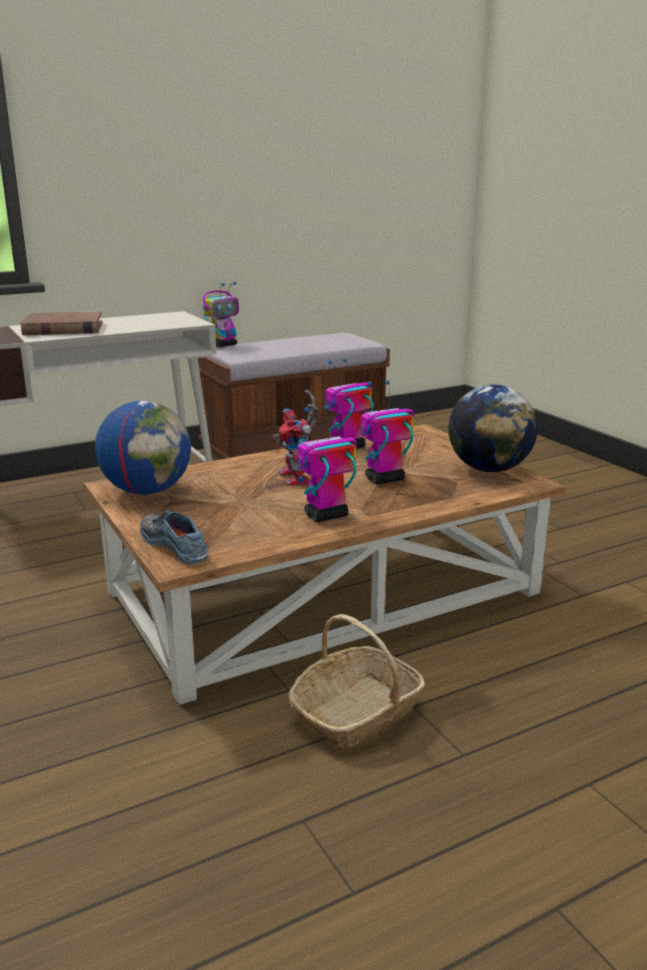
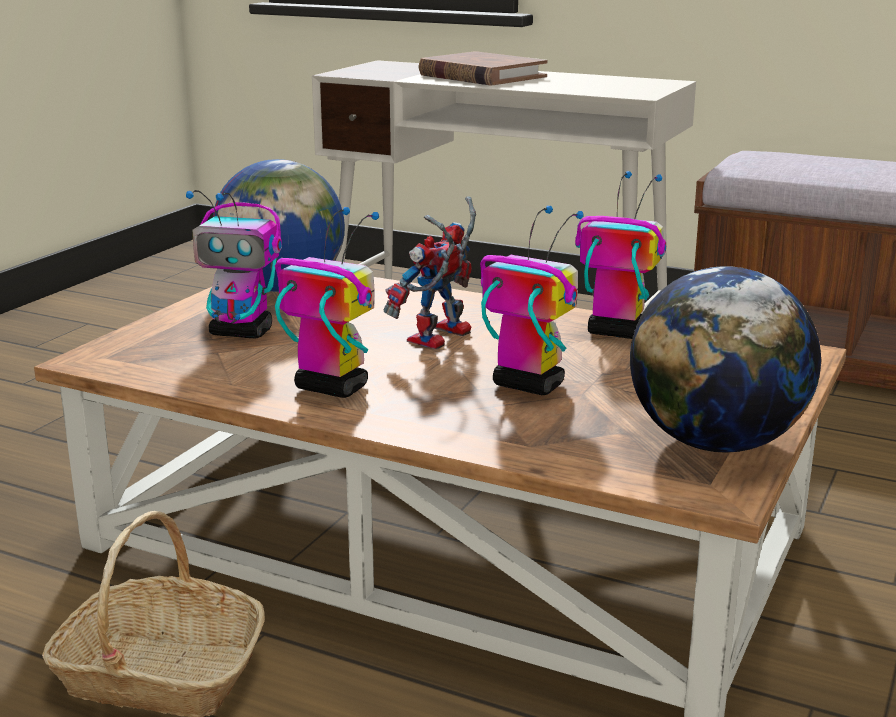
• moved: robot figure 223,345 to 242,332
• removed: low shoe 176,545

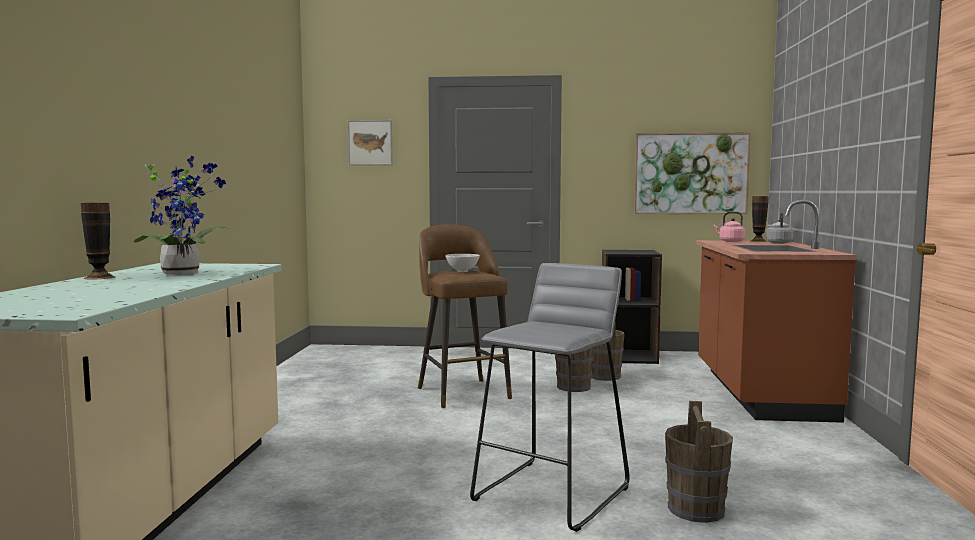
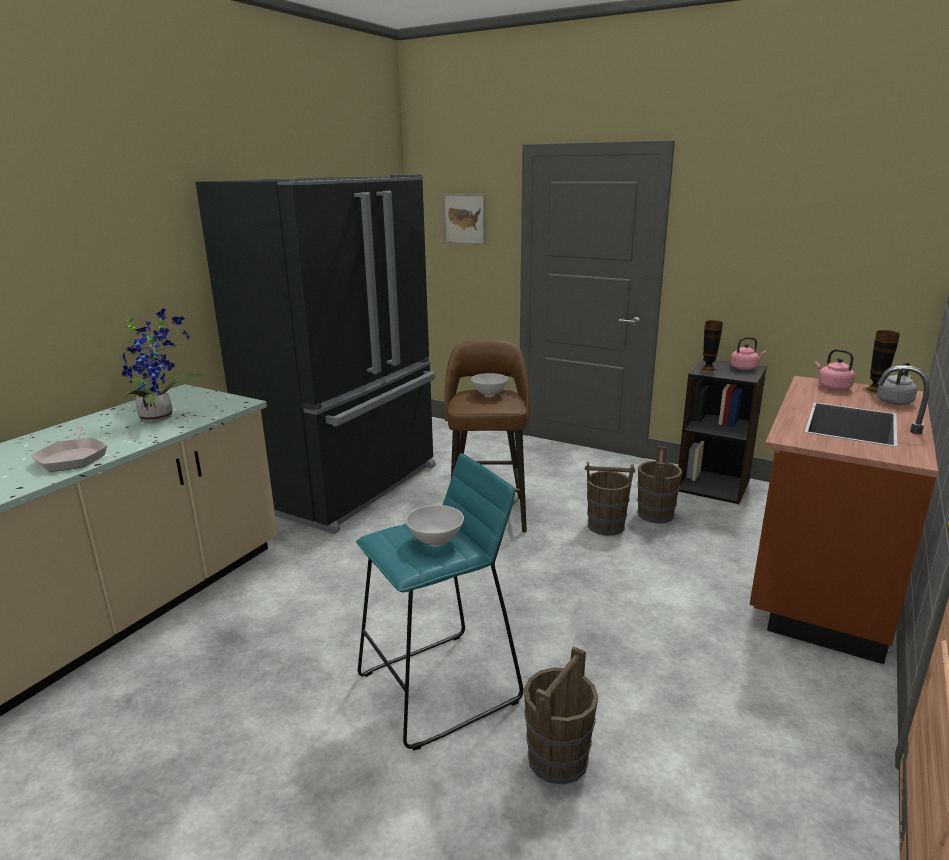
• added: skillet 73,457
• added: black fridge 350,486
• recoloured: greyish sitting stool 552,493 to turquoise sitting stool 440,687
• added: white serving bowl 436,542
• moved: decorative vase 99,277 to 708,369
• added: pink tea kettle 745,368
• removed: picture 690,173

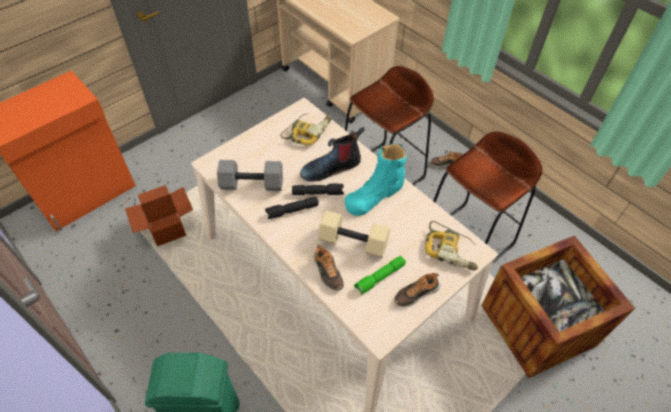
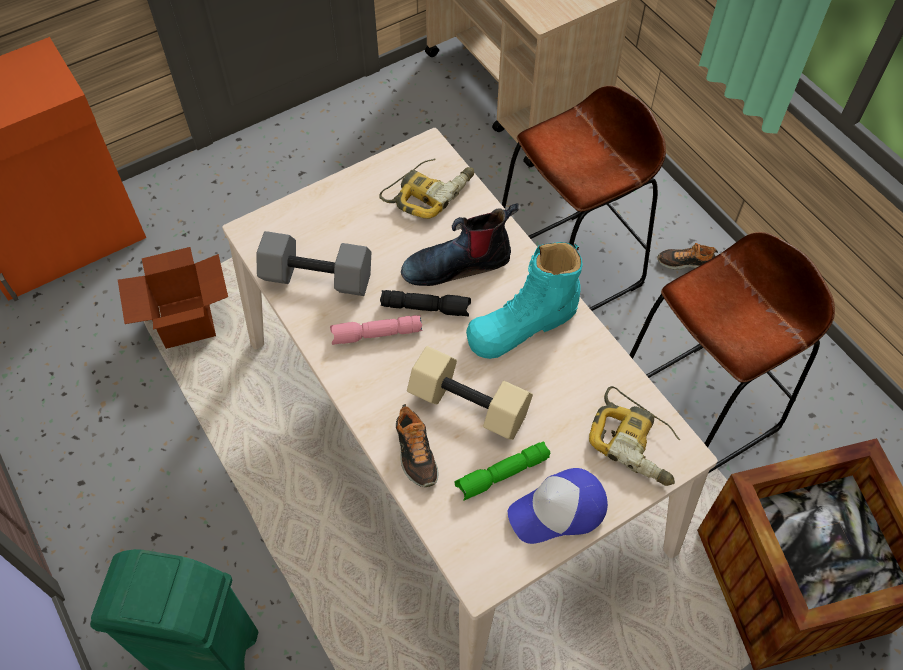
• recoloured: black hand torch 292,211 to pink hand torch 376,335
• replaced: low shoe 416,293 to baseball cap 558,511

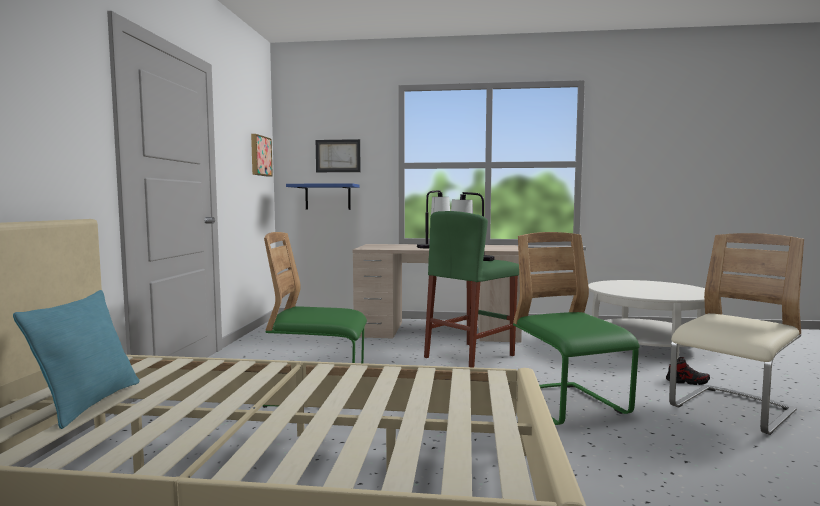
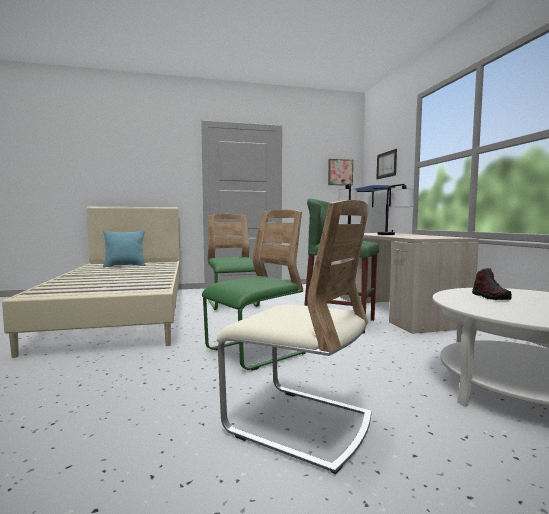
• moved: low shoe 687,382 to 490,297

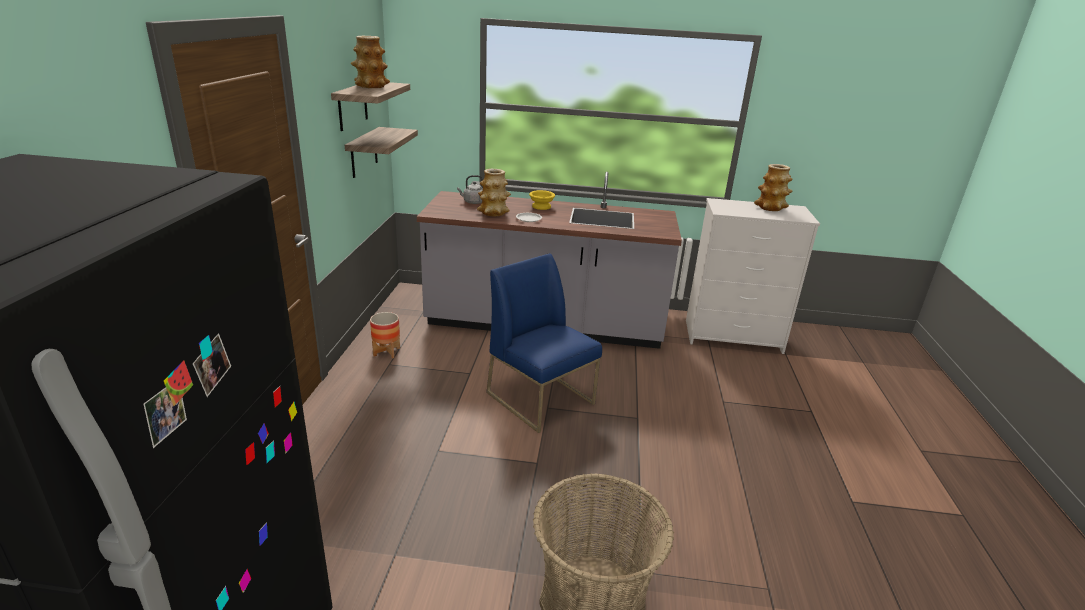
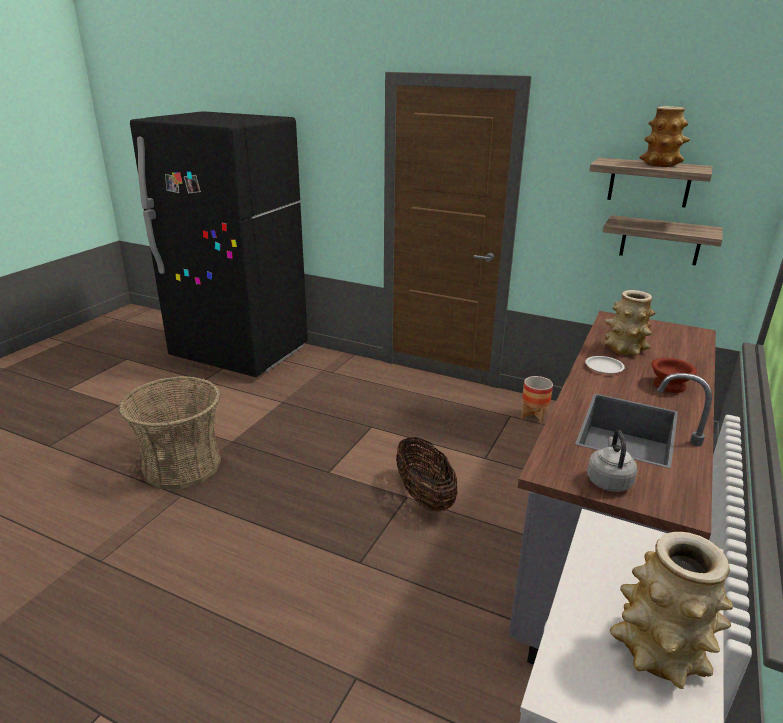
• replaced: bluish plain chair 541,398 to household basket 424,496
• moved: greyish tea kettle 473,202 to 608,480
• recoloured: yellow-coloured serving bowl 541,206 to brown-coloured serving bowl 670,386

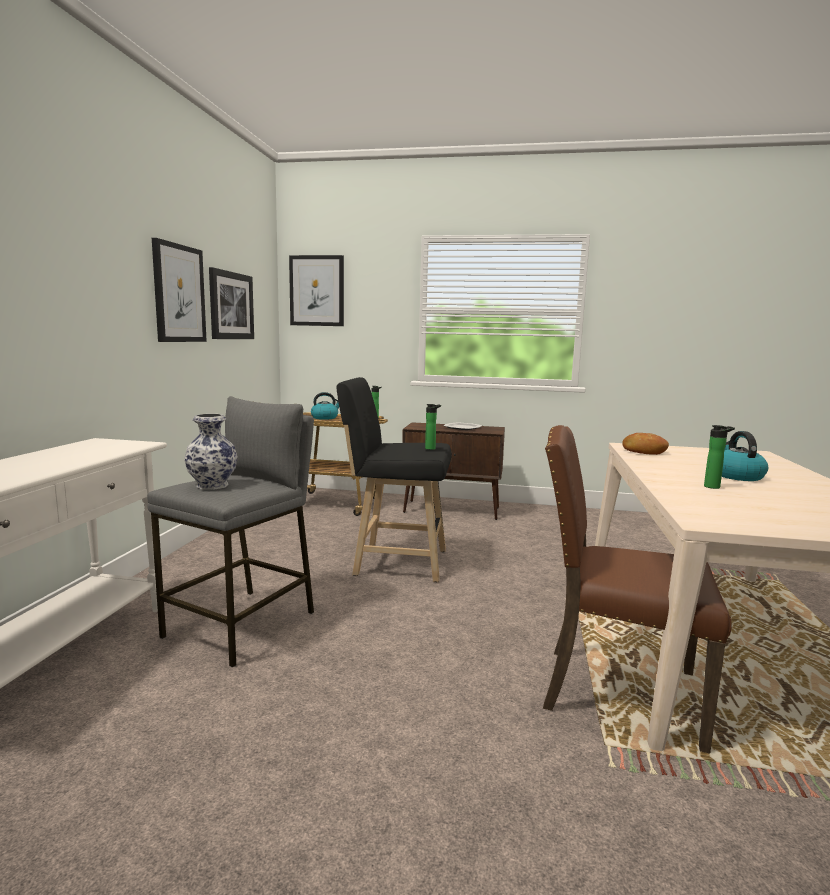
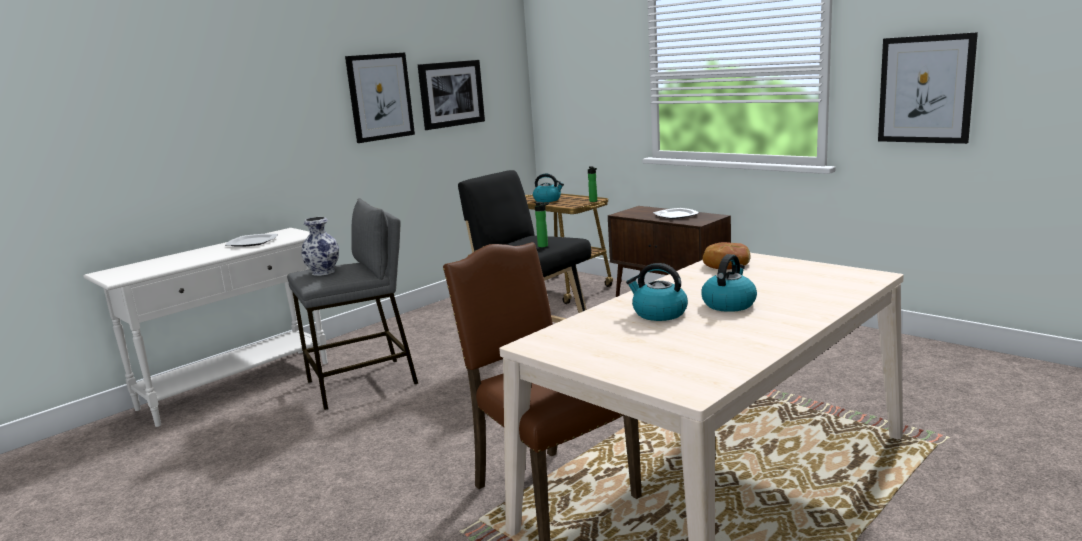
• added: flat dish 251,242
• replaced: drink bottle 714,487 to tea kettle 658,313
• moved: picture 317,291 to 925,89

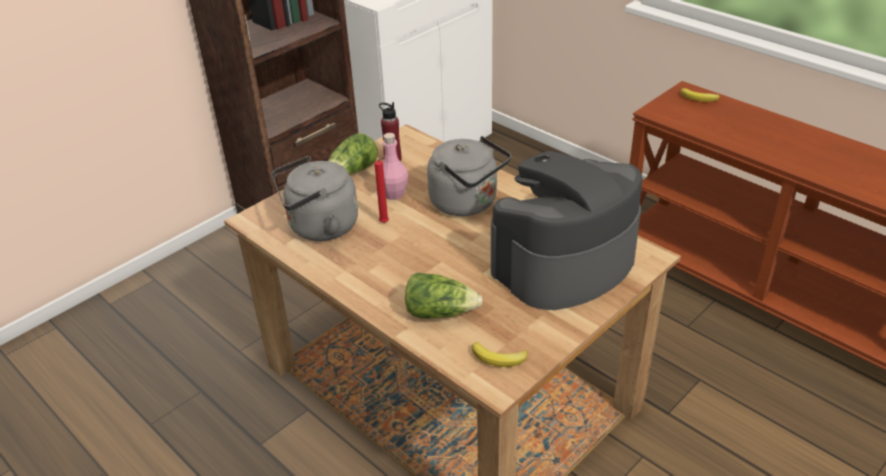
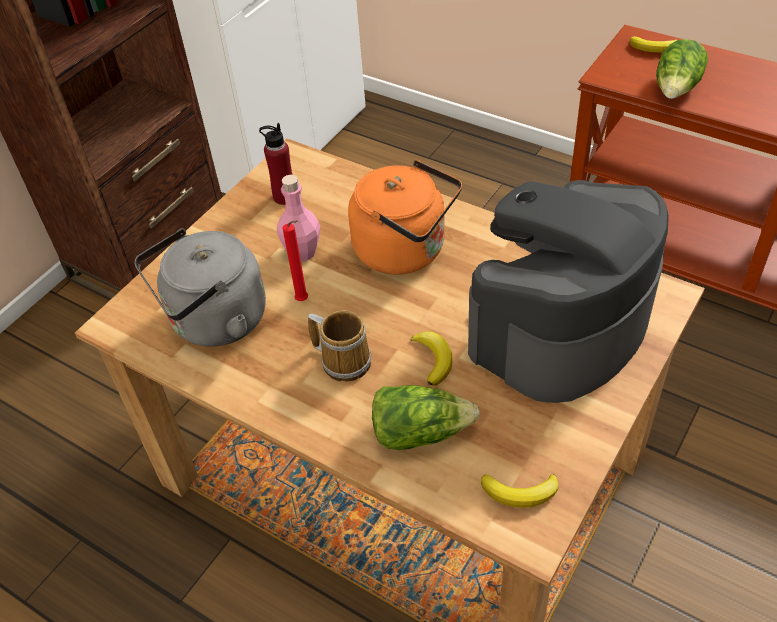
• added: mug 344,360
• recoloured: greyish tea kettle 467,203 to orangey tea kettle 405,251
• added: banana 433,359
• moved: head of lettuce 353,172 to 676,89

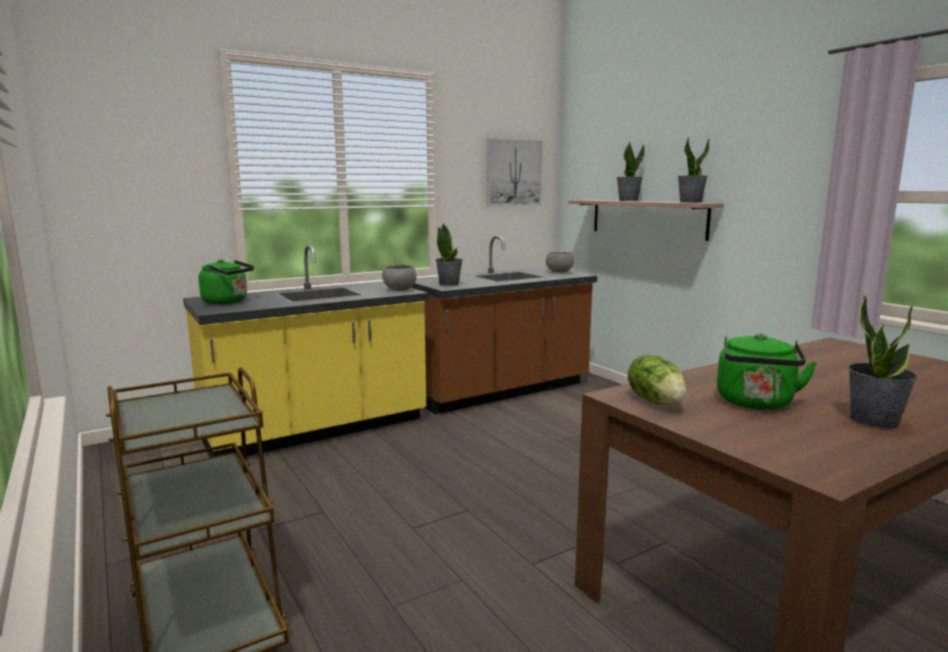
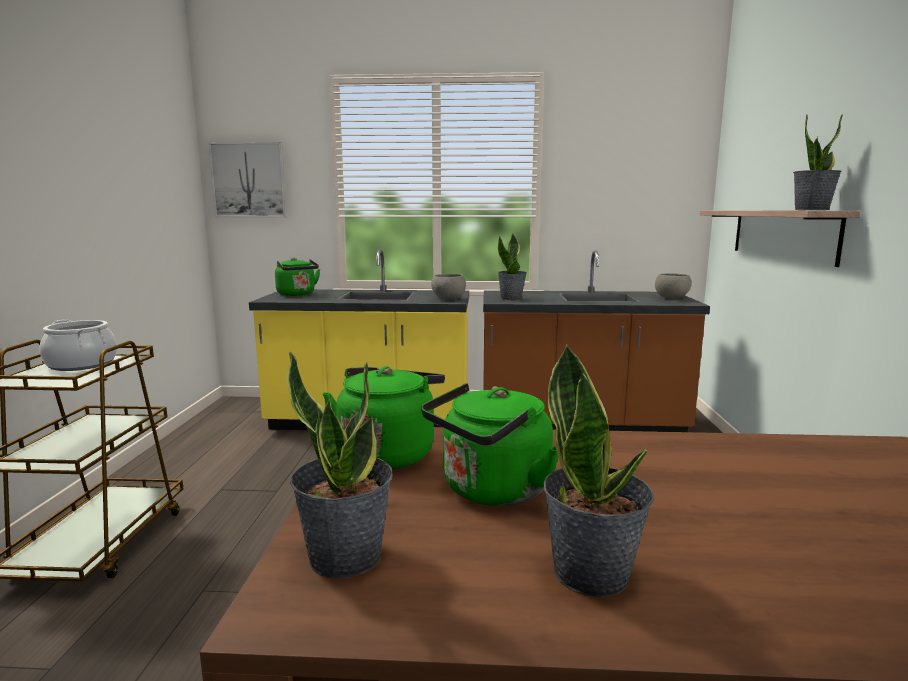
• added: saucepot 81,364
• moved: picture 513,173 to 249,180
• moved: plant in a pot 628,200 to 345,556
• replaced: head of lettuce 656,401 to green-coloured tea kettle 388,453

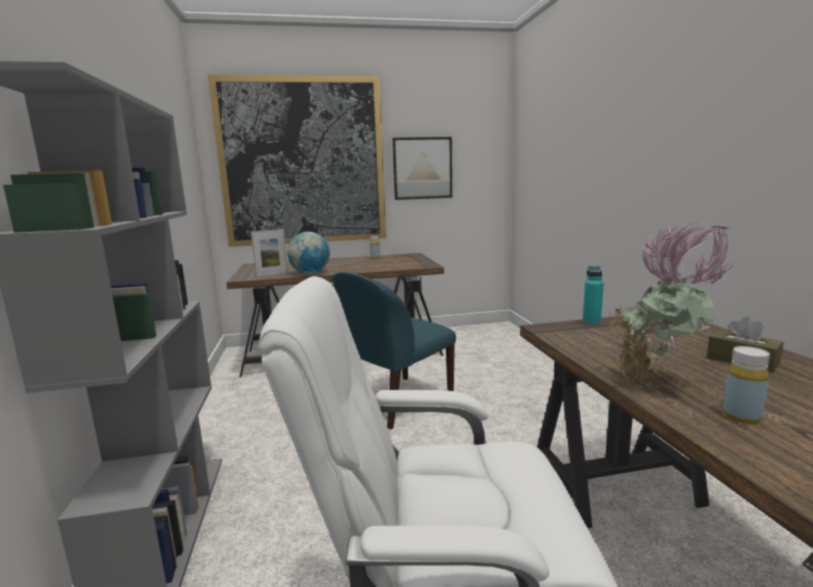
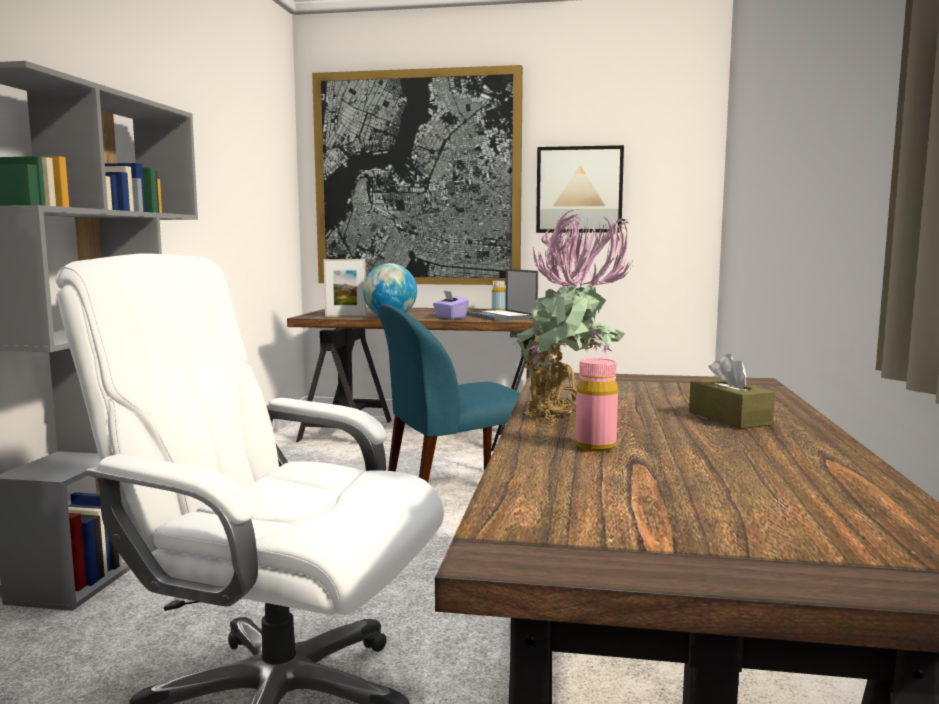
• added: purplish tissue box 450,317
• added: laptop 501,316
• recoloured: yellow-coloured drink bottle 741,416 to pink drink bottle 595,446
• removed: turquoise drink bottle 591,322

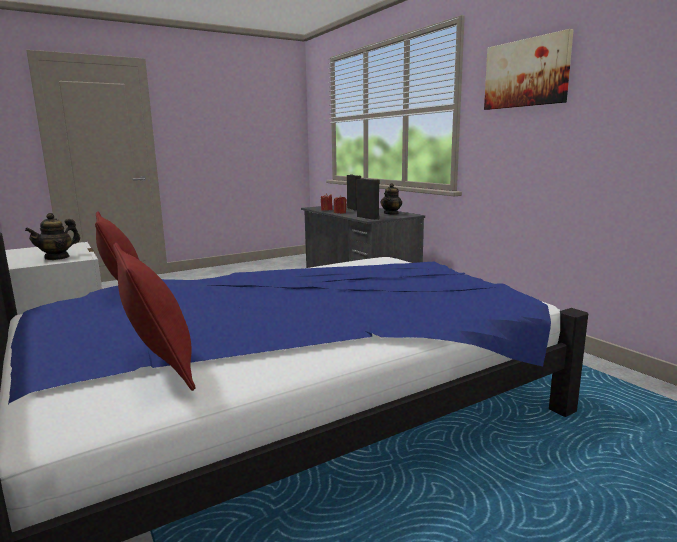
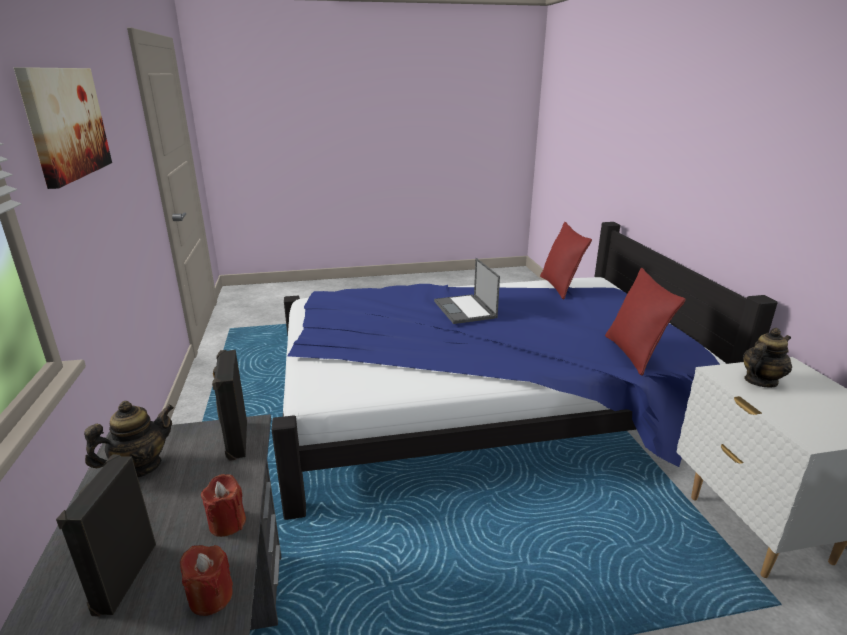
• added: laptop 465,310

